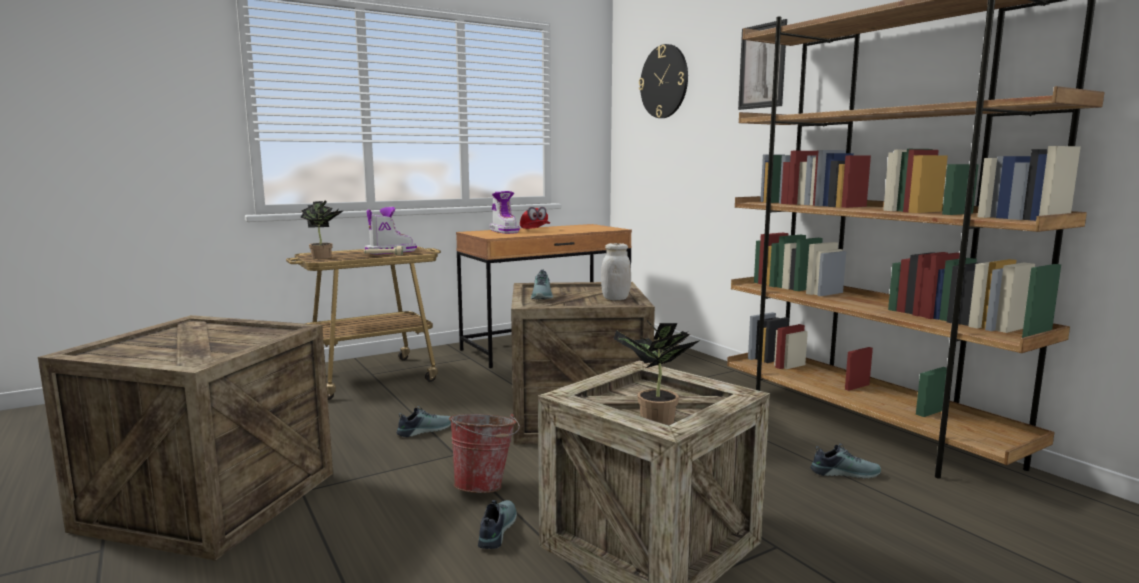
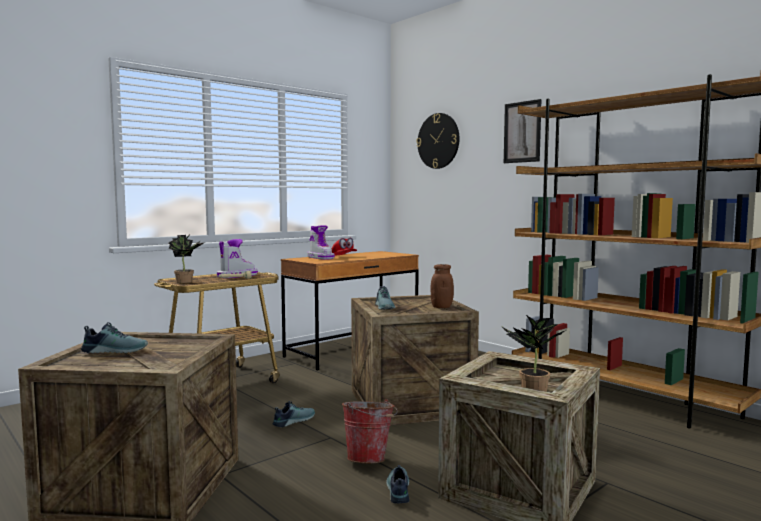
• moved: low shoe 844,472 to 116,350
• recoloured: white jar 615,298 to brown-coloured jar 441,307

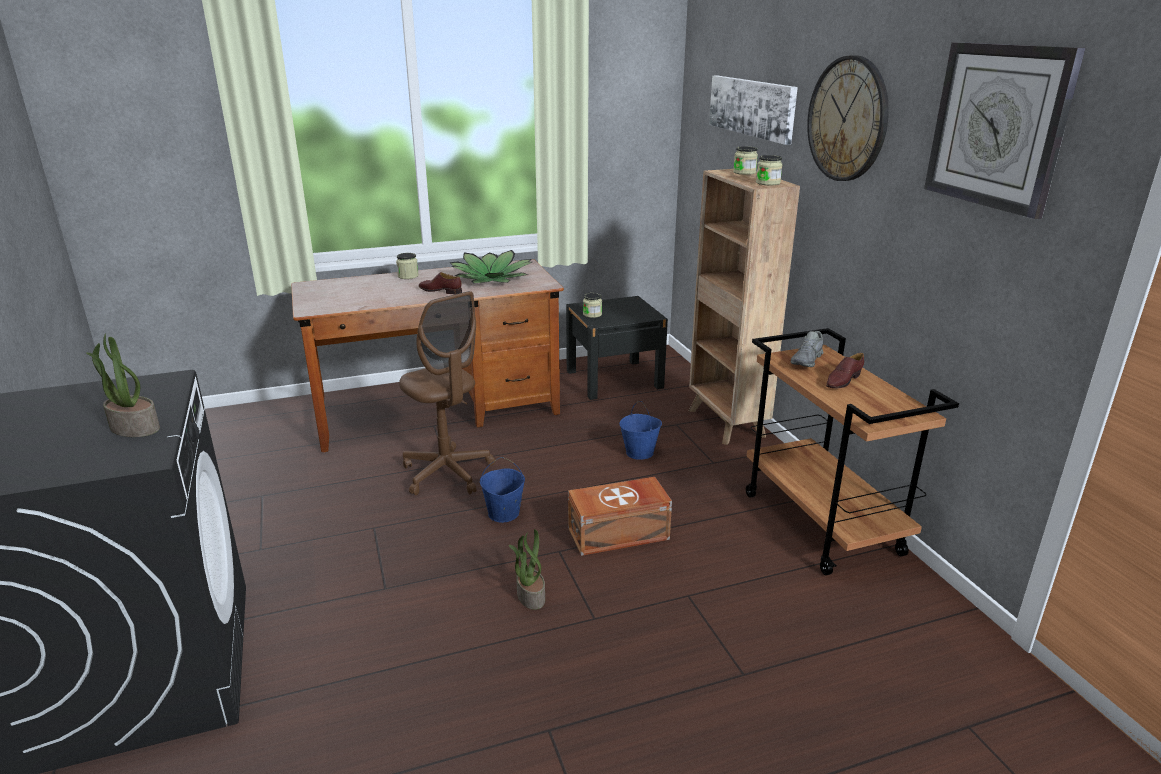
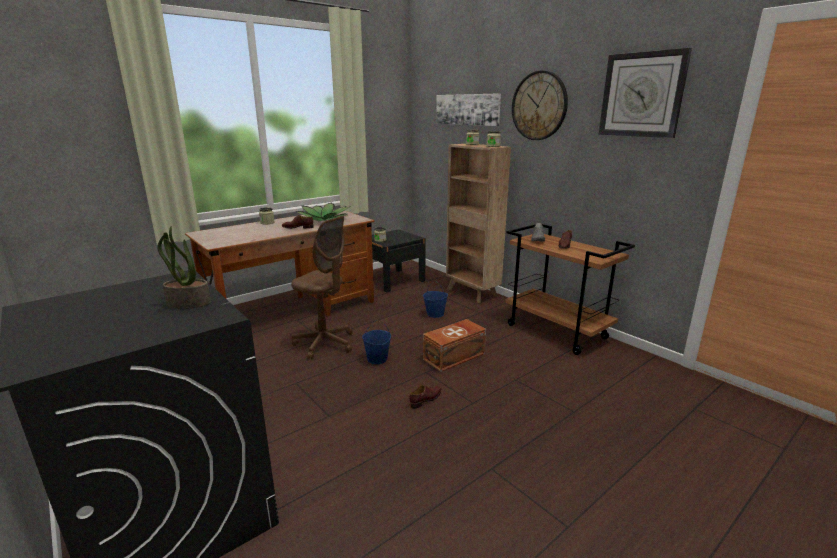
• replaced: plant in a pot 530,596 to brown-coloured low shoe 426,399

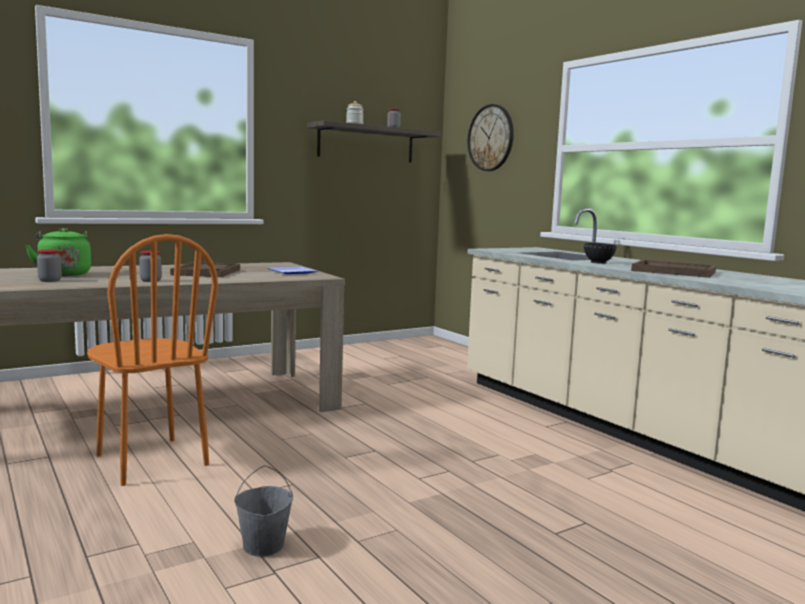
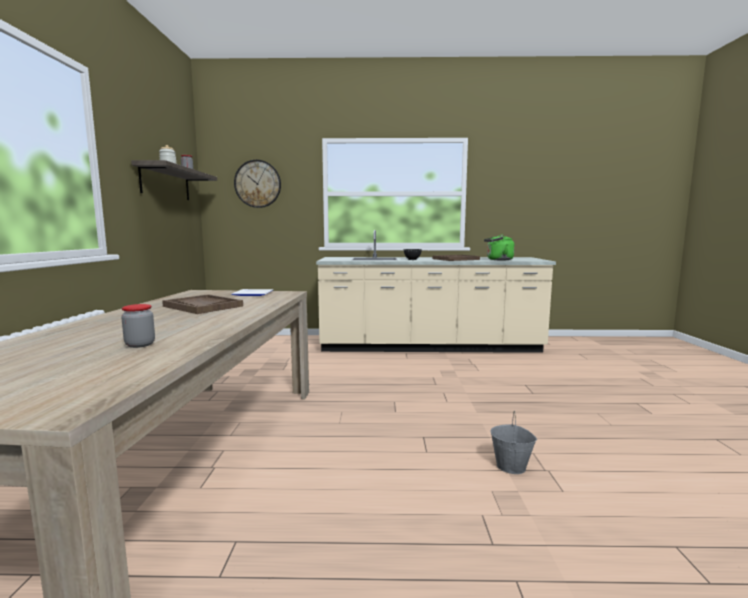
• moved: green-coloured tea kettle 64,274 to 498,260
• removed: orangey plain chair 151,460
• removed: jar 150,281

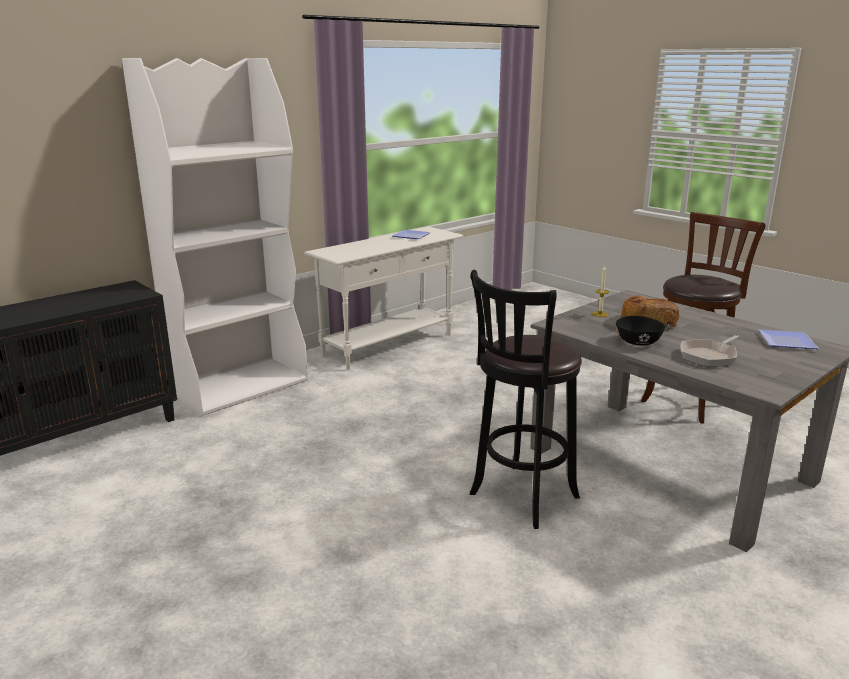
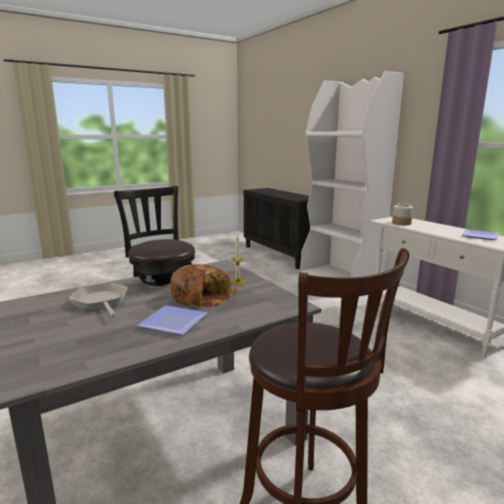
• moved: flat dish 784,341 to 176,322
• added: jar 401,223

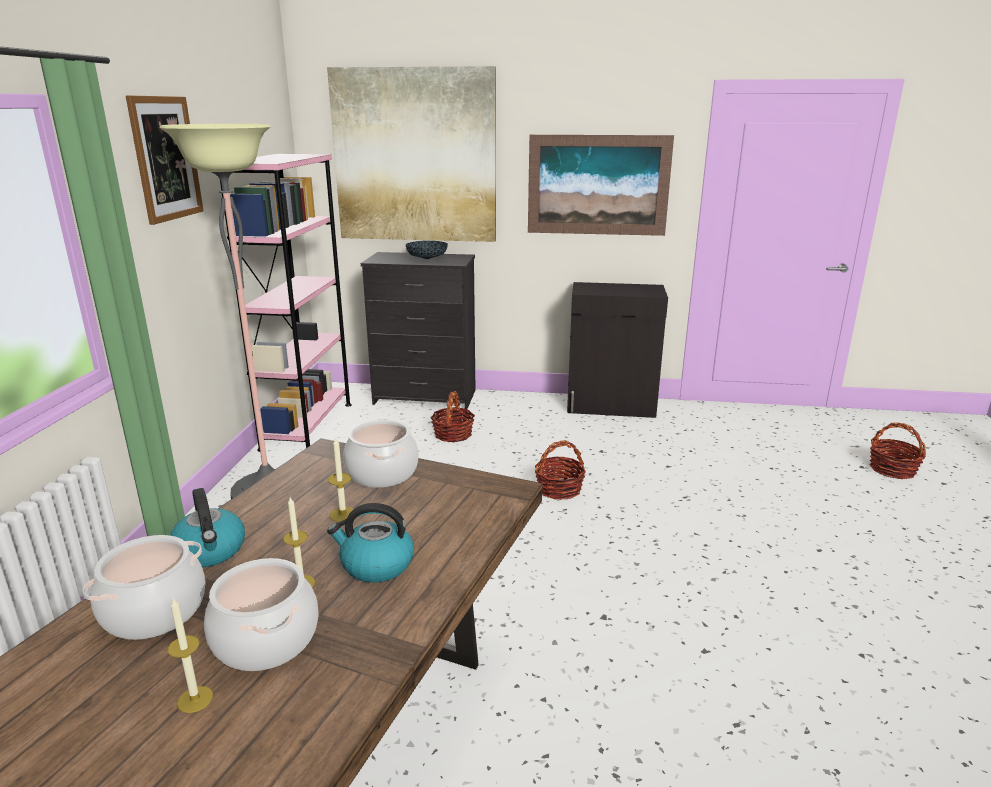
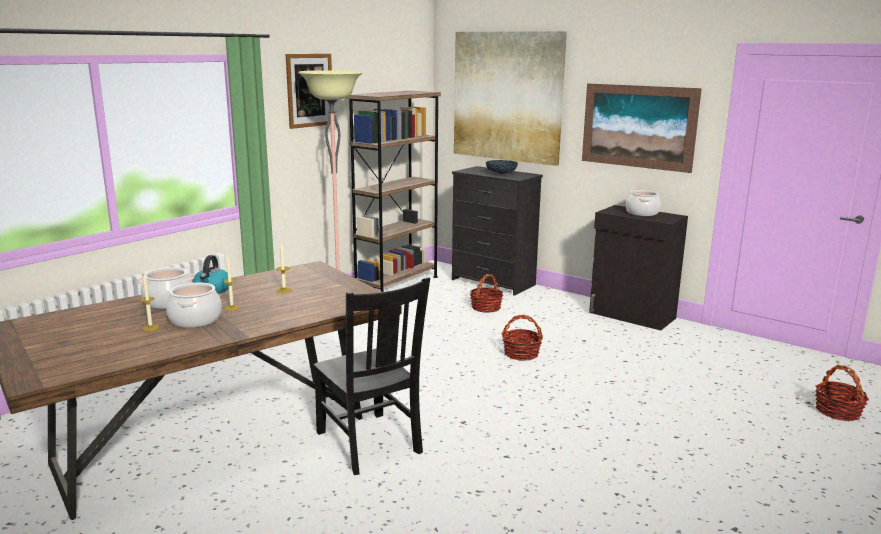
• added: black plain chair 370,444
• recoloured: pink bookshelf 307,426 to brown-coloured bookshelf 397,283
• moved: saucepot 382,473 to 642,213
• removed: tea kettle 376,565

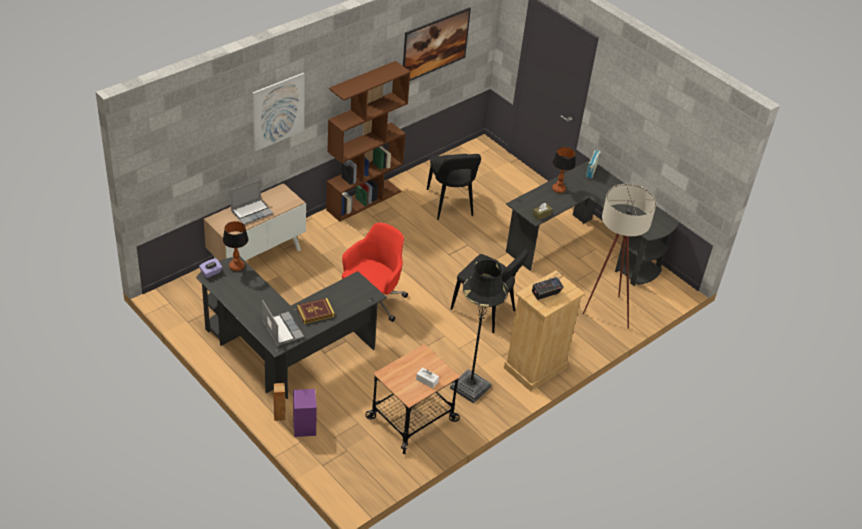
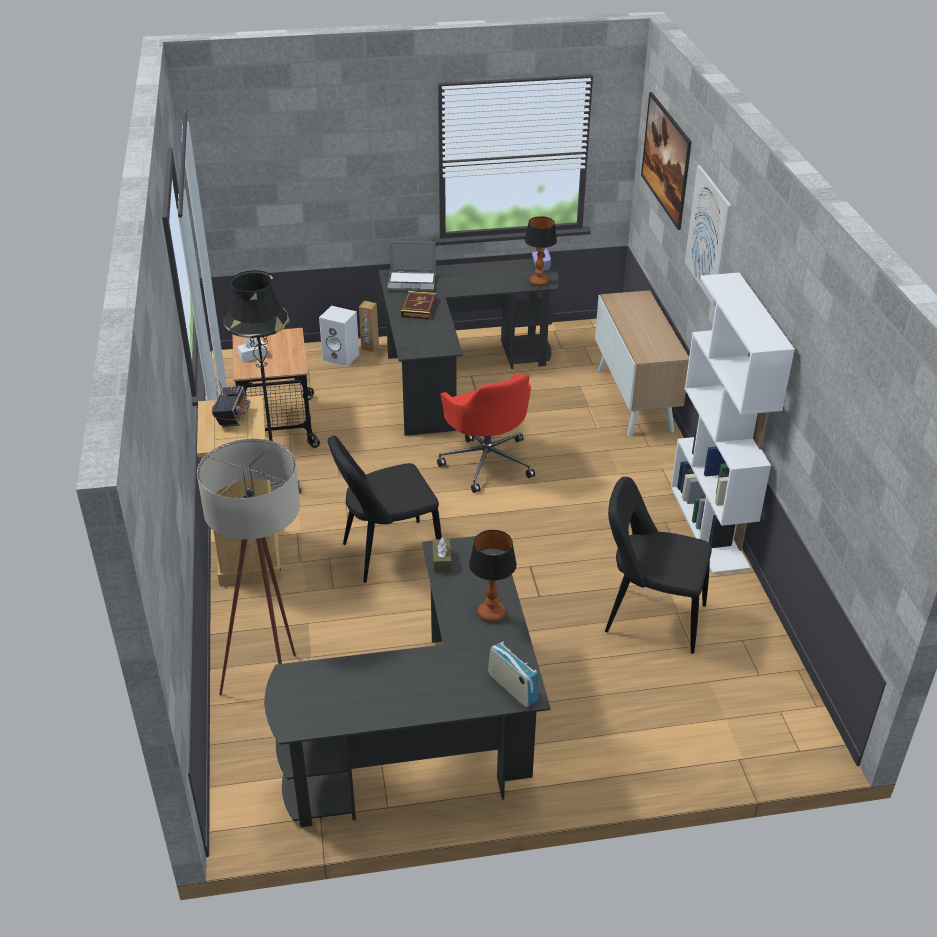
• recoloured: purplish audio speaker 303,426 to white audio speaker 342,357
• moved: picture 434,57 to 663,180
• recoloured: brown-coloured bookshelf 364,200 to white bookshelf 709,527
• removed: laptop 252,212

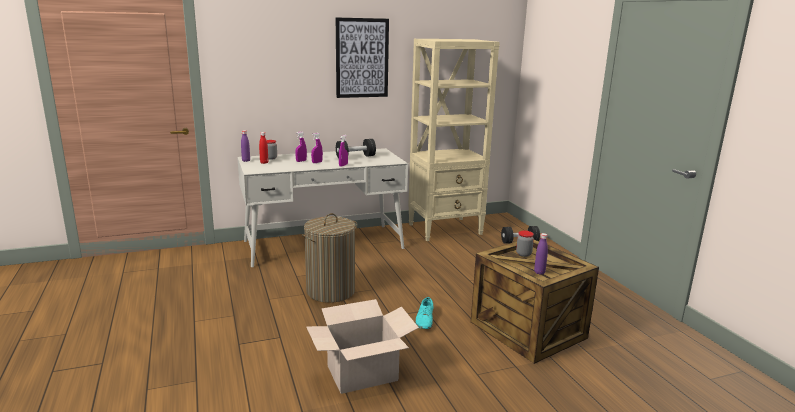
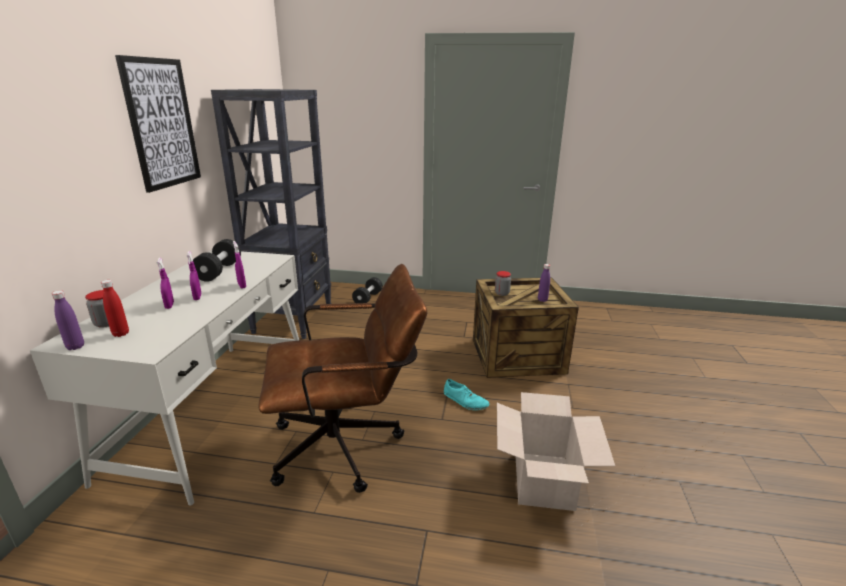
• recoloured: beige-coloured bookshelf 445,229 to black bookshelf 294,319
• replaced: washing basket 330,291 to brown-coloured office chair 348,445

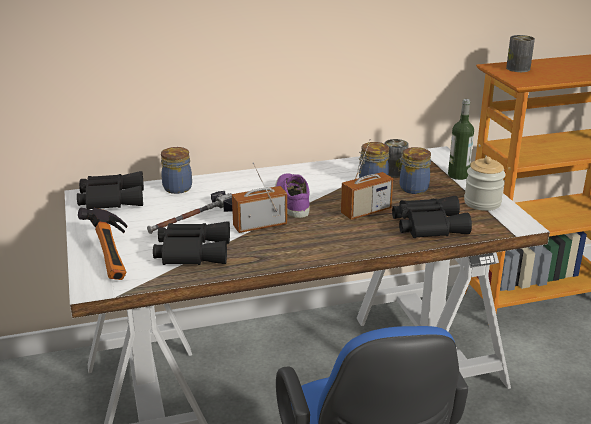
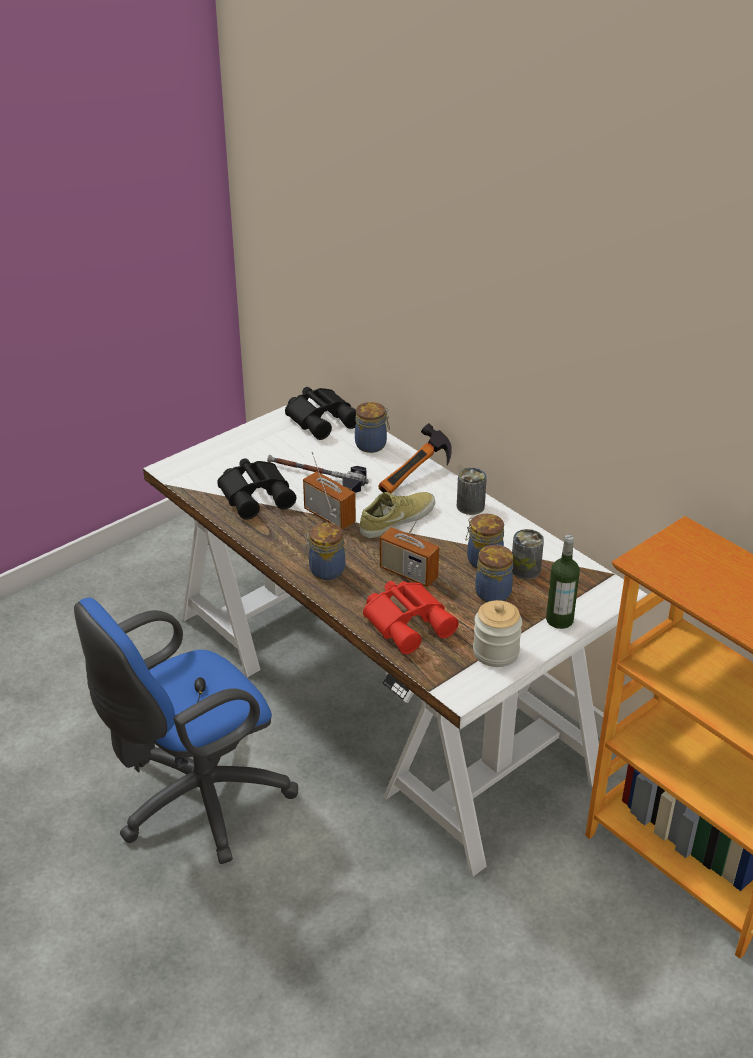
• added: jar 325,570
• recoloured: purplish low shoe 291,201 to beige-coloured low shoe 396,519
• recoloured: black field glasses 427,225 to red field glasses 408,621
• moved: hammer 114,257 to 417,478
• moved: sealed can 518,68 to 470,506

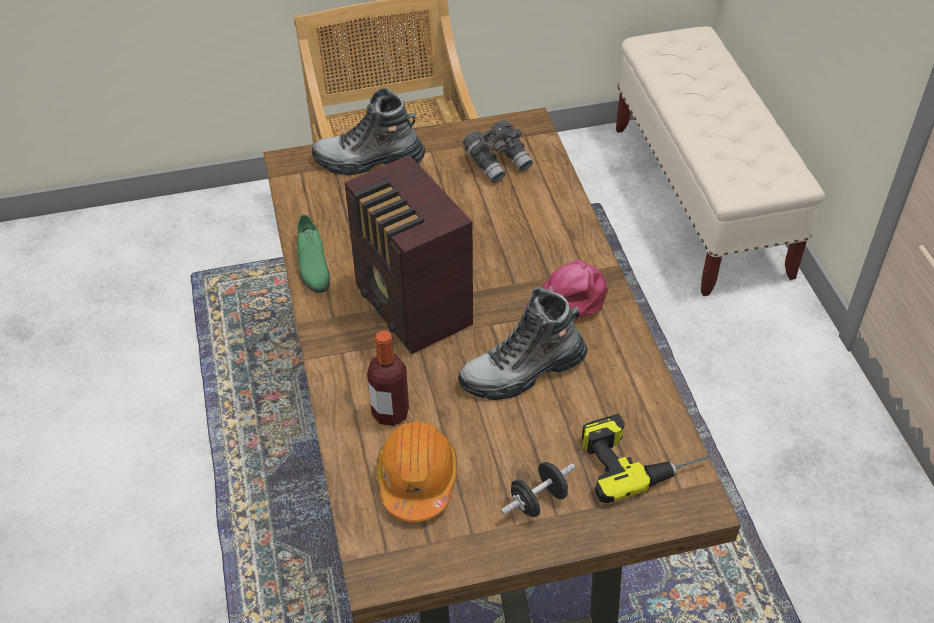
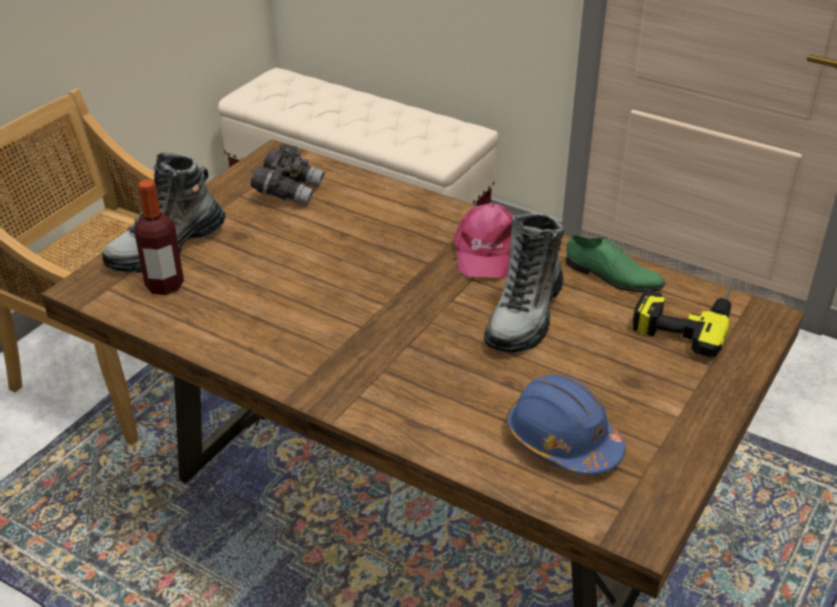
• moved: drink bottle 390,413 to 164,285
• recoloured: orangey hard hat 417,479 to bluish hard hat 562,441
• moved: green-coloured low shoe 311,263 to 612,276
• removed: radio receiver 412,308
• removed: black hand weight 538,500

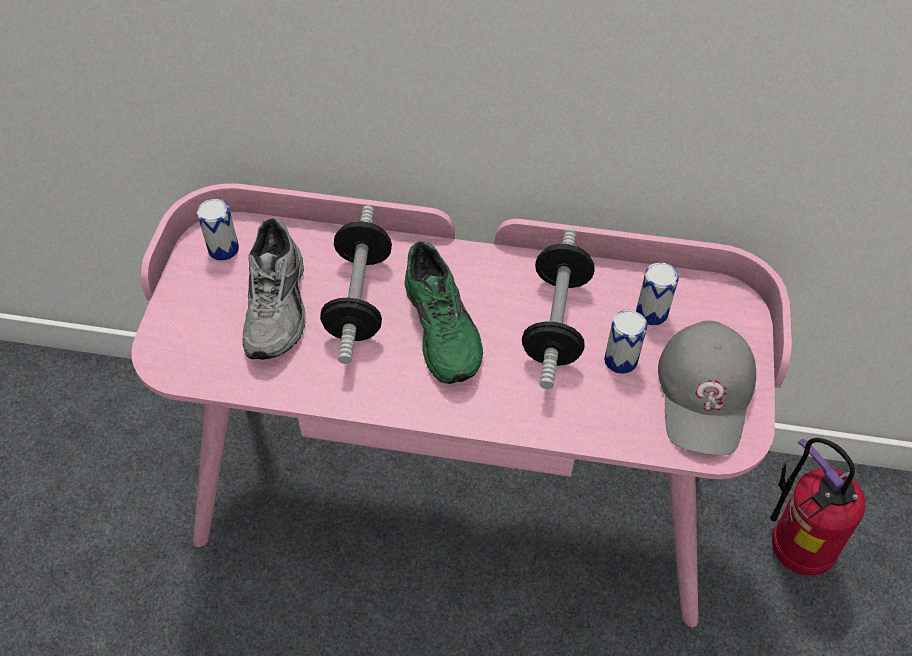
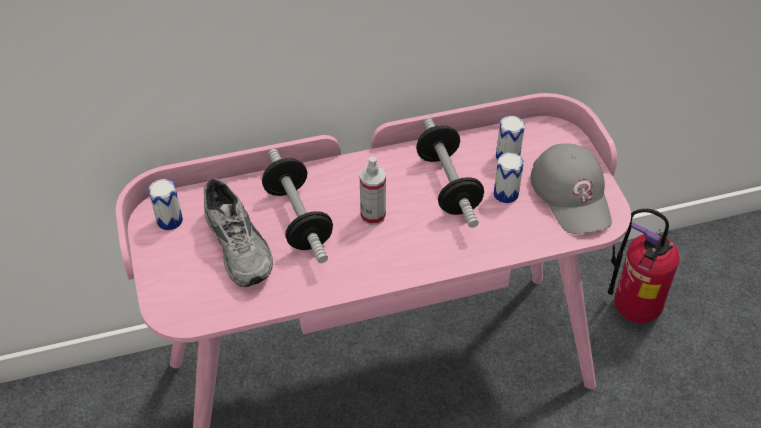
• replaced: green-coloured low shoe 445,327 to spray bottle 373,216

